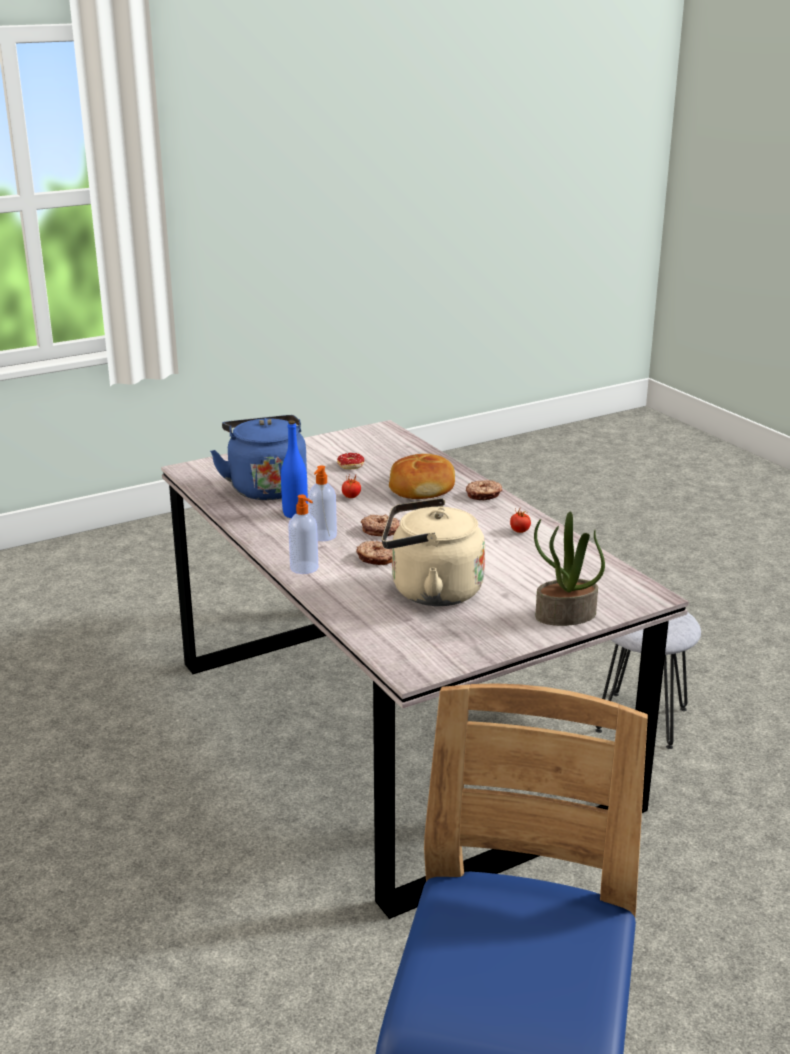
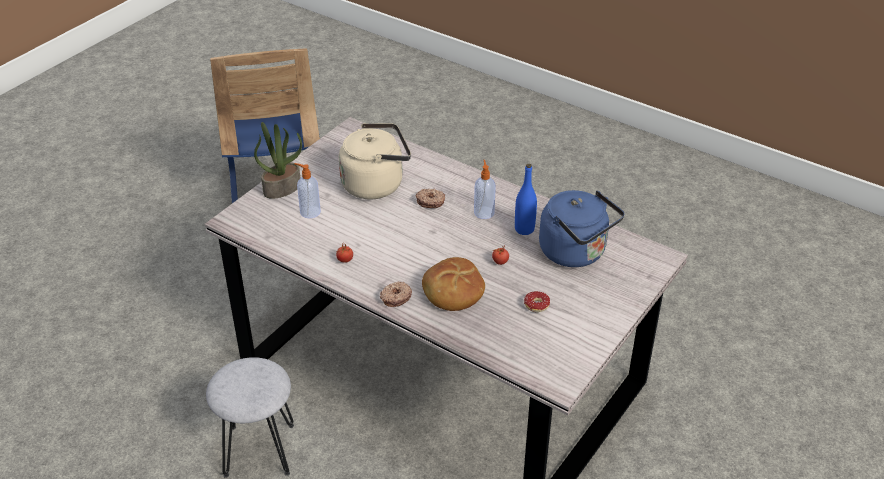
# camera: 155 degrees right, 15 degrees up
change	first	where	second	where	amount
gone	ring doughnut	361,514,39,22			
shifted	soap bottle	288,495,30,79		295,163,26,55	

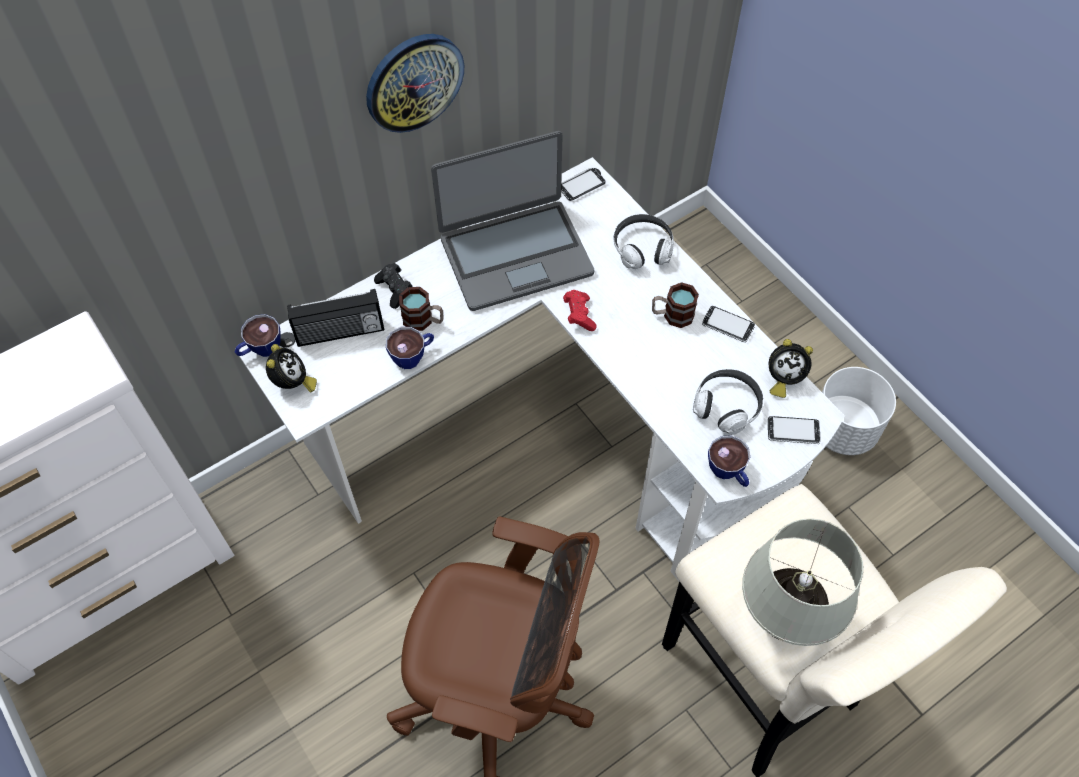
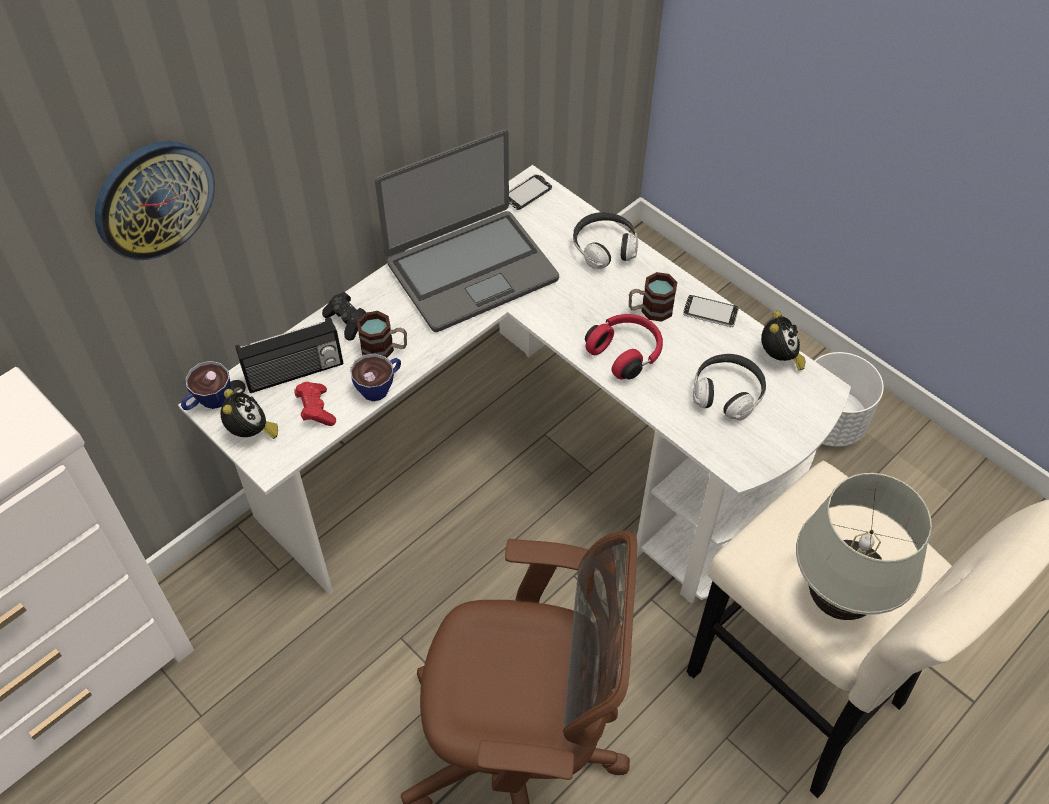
# camera: 10 degrees left, 5 degrees down
change	first	where	second	where	amount
gone	cup	708,435,42,52			
gone	handset	768,416,53,28			
new			red pair of headphones	585,314,78,65	
shifted	wall clock	366,34,98,99		95,141,120,119	
shifted	red joypad	563,290,34,41		294,382,42,44	
rotated	alarm clock	769,339,44,59		761,311,44,60	75 degrees counterclockwise

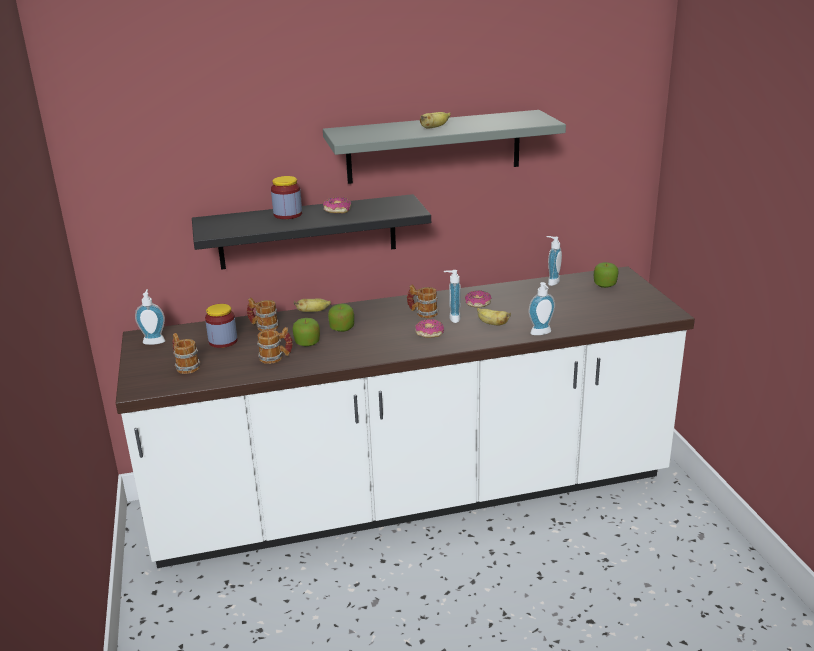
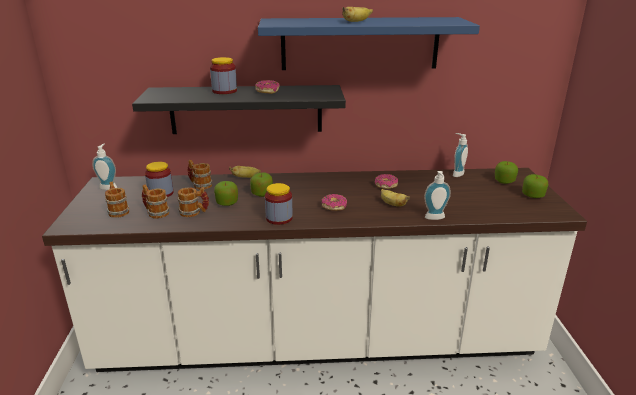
# camera: 10 degrees right, 0 degrees up
change	first	where	second	where	amount
gone	soap bottle	444,270,17,53			
new			jar	265,183,28,42	
new			apple fruit	522,174,26,24	
shifted	mug	407,285,31,33		142,185,28,34	
repainted	gray bracket shelf	323,110,243,74	blue-coloured bracket shelf	258,17,222,53	

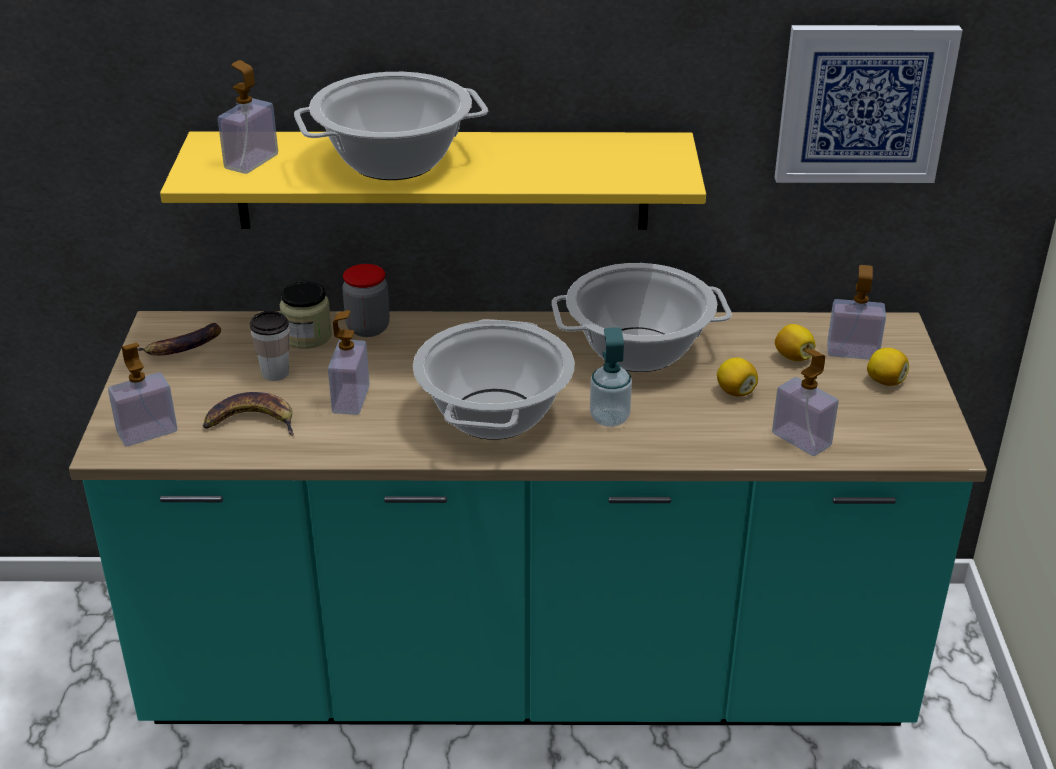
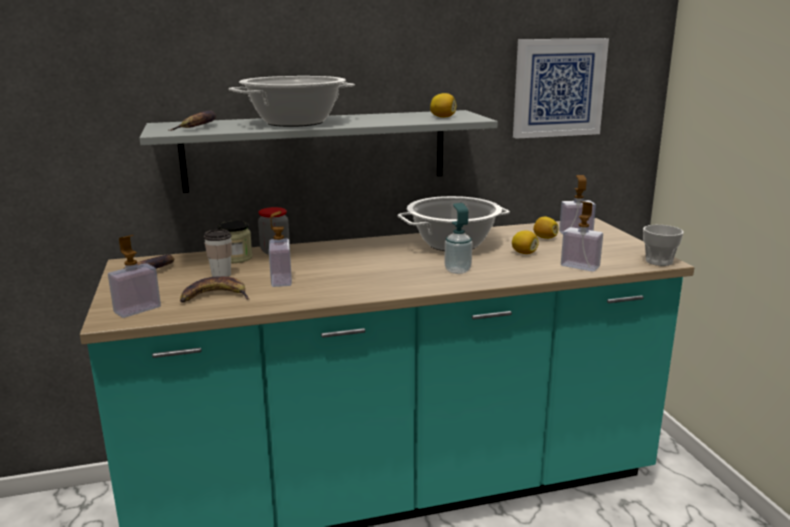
# camera: 15 degrees left, 15 degrees down
change	first	where	second	where	amount
gone	saucepot	413,319,161,121			
new			cup	643,225,41,41	
shifted	lemon	867,348,42,38		430,93,26,25	
swapped	soap bottle	218,60,60,114	banana fruit	169,110,47,21	
repainted	yellowish bracket shelf	160,132,546,98	gray bracket shelf	140,110,358,83	

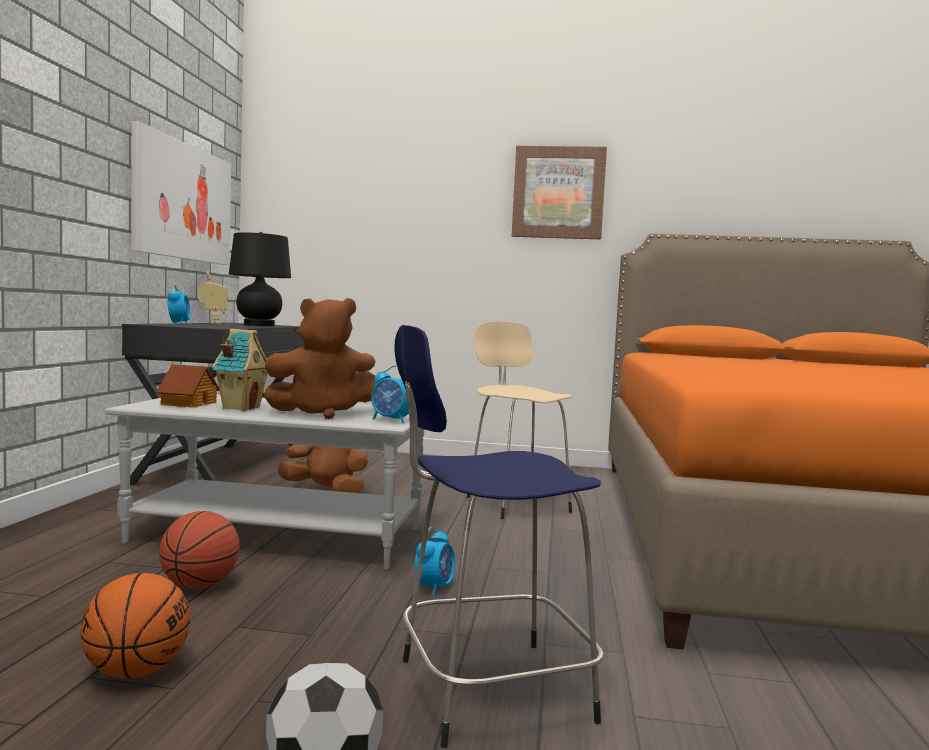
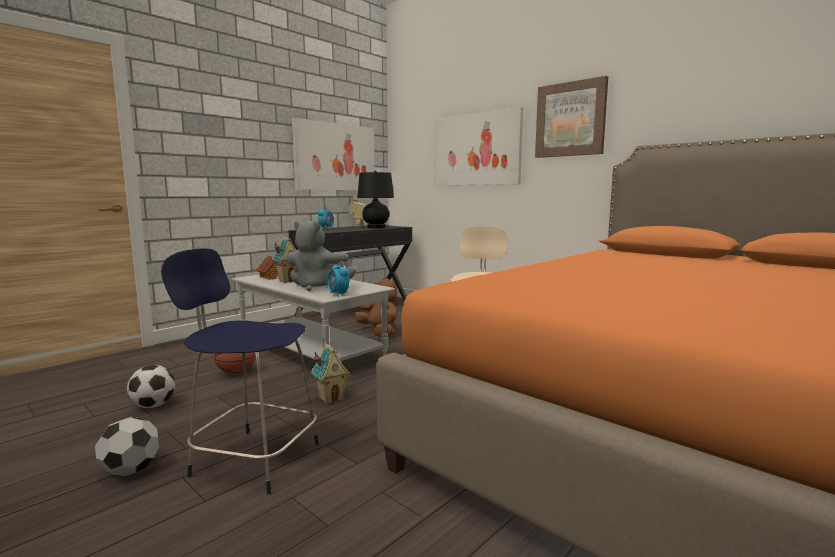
# camera: 35 degrees right, 5 degrees up
change	first	where	second	where	amount
new			wall art	435,107,88,79	
swapped	basketball ball	80,573,110,106	ball for football	127,365,48,43	
swapped	alarm clock	415,527,40,69	toy house	311,344,39,61	
repainted	brownish plush toy	264,298,112,121	gray plush toy	286,220,70,71	

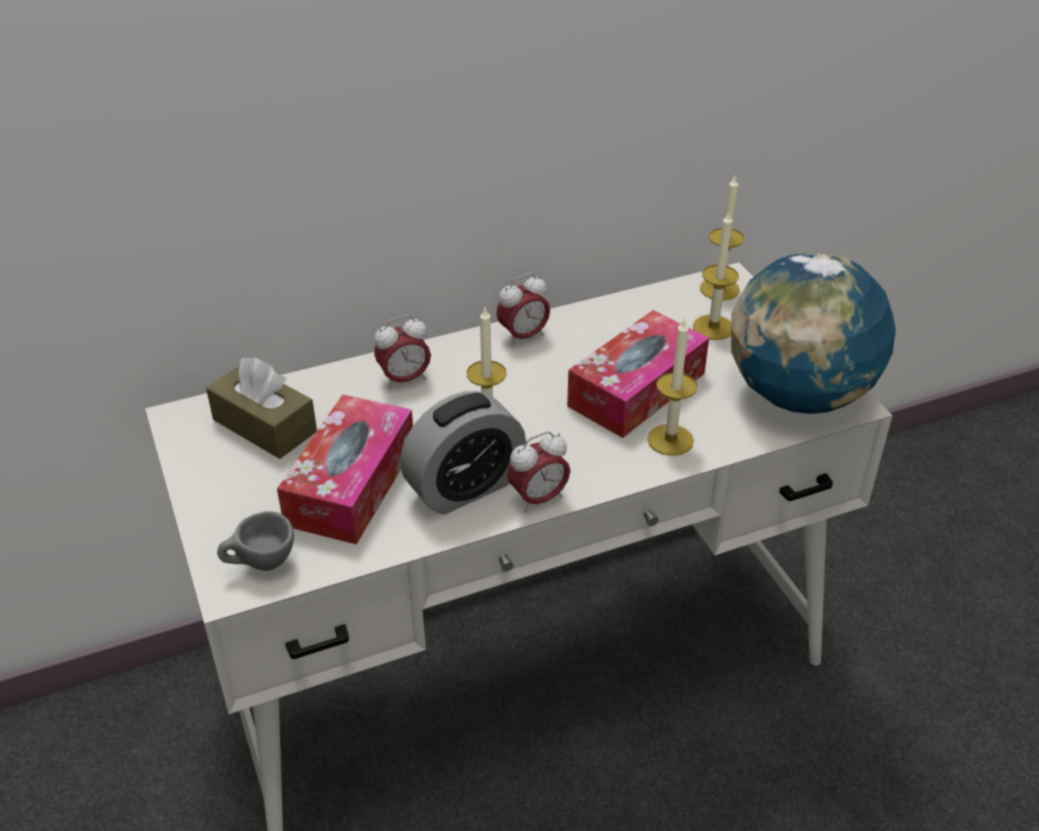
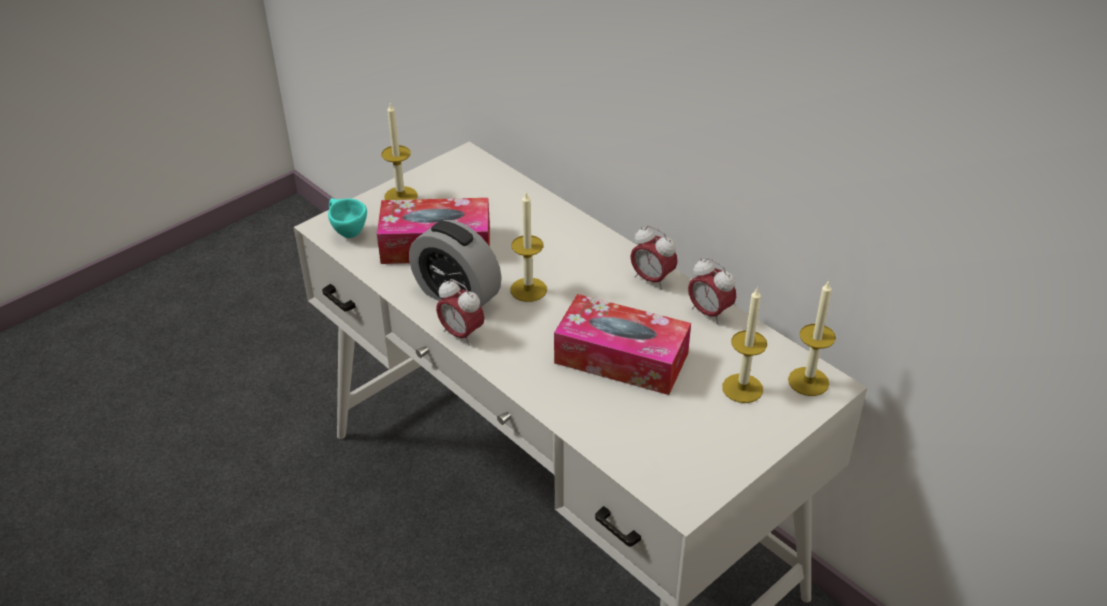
# camera: 70 degrees right, 0 degrees up
change	first	where	second	where	amount
gone	brownish tissue box	206,358,111,101			
gone	desk globe	731,252,165,162			
shifted	alarm clock	374,315,57,74		688,258,48,67	
shifted	wax candle	647,320,50,136		382,103,35,97	
repainted	gray cup	217,511,77,60	turquoise-coloured cup	328,198,39,40	

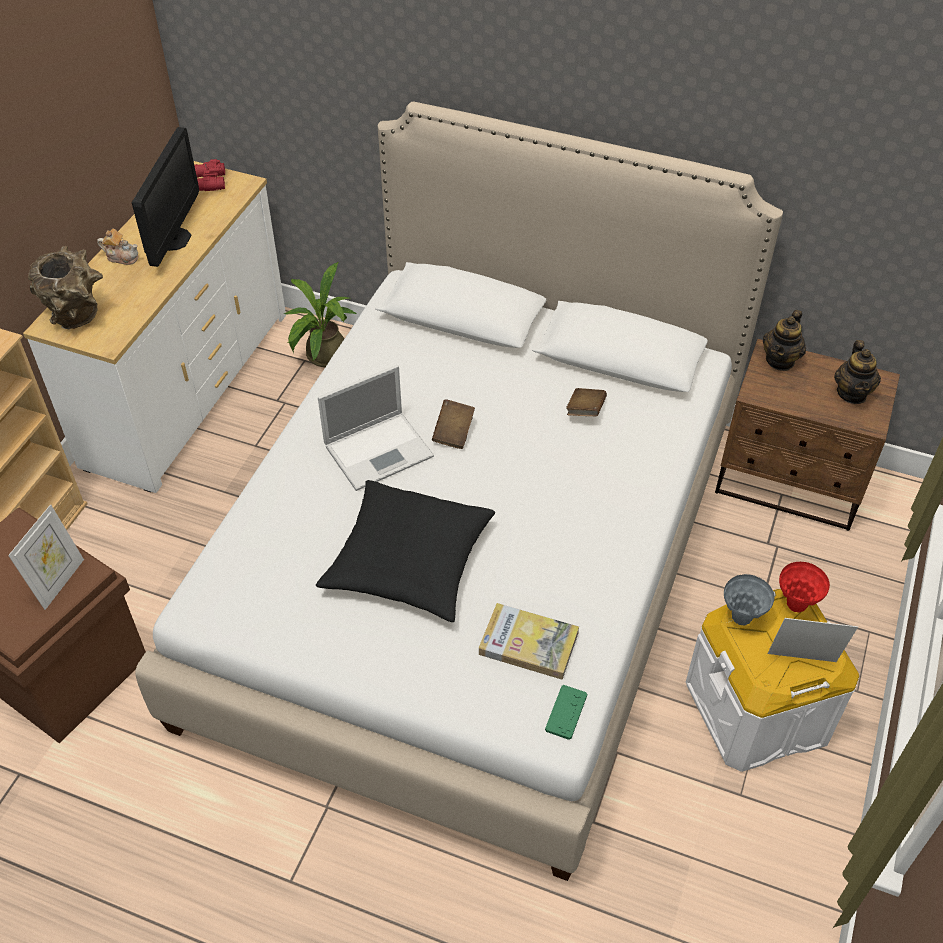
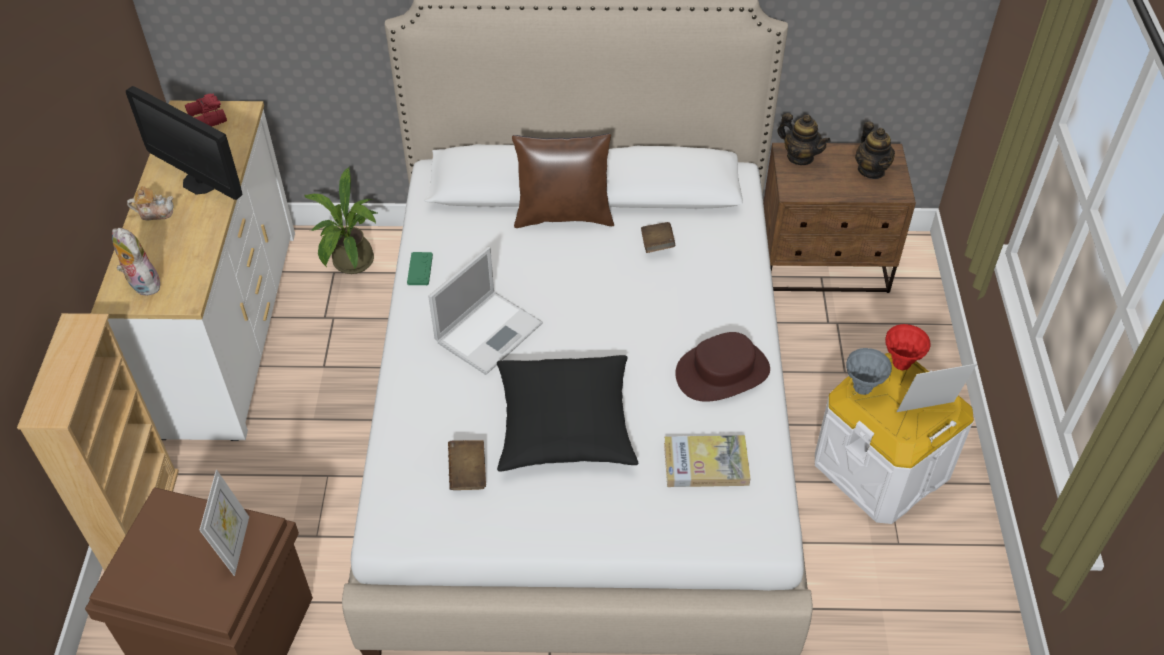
# camera: 20 degrees left, 0 degrees up
change	first	where	second	where	amount
new			brownish pillow	512,133,102,95	
new			brownish clothing hat	675,332,95,70	
shifted	brownish bound book	432,399,43,50		448,440,38,50	
shifted	green-coloured joypad	545,685,42,55		407,252,26,33	
swapped	brownish decorative vase	28,246,75,83	plush toy	112,228,48,68	
rotated	computer display	132,127,67,140		126,86,116,114	135 degrees clockwise
rotated	pot for tea	763,310,43,61		777,113,54,52	60 degrees counterclockwise

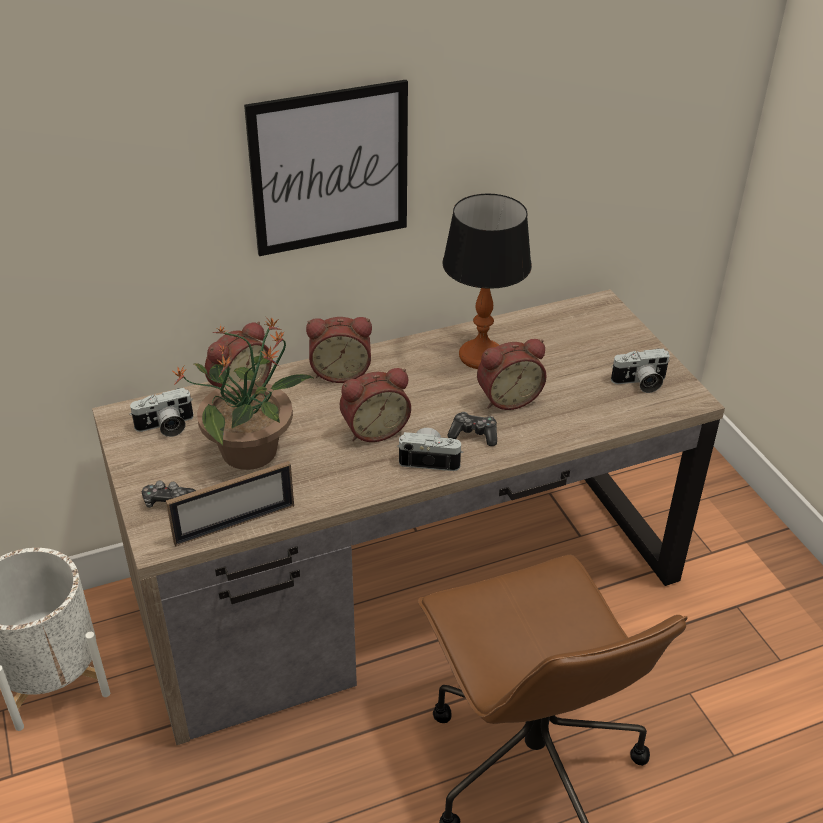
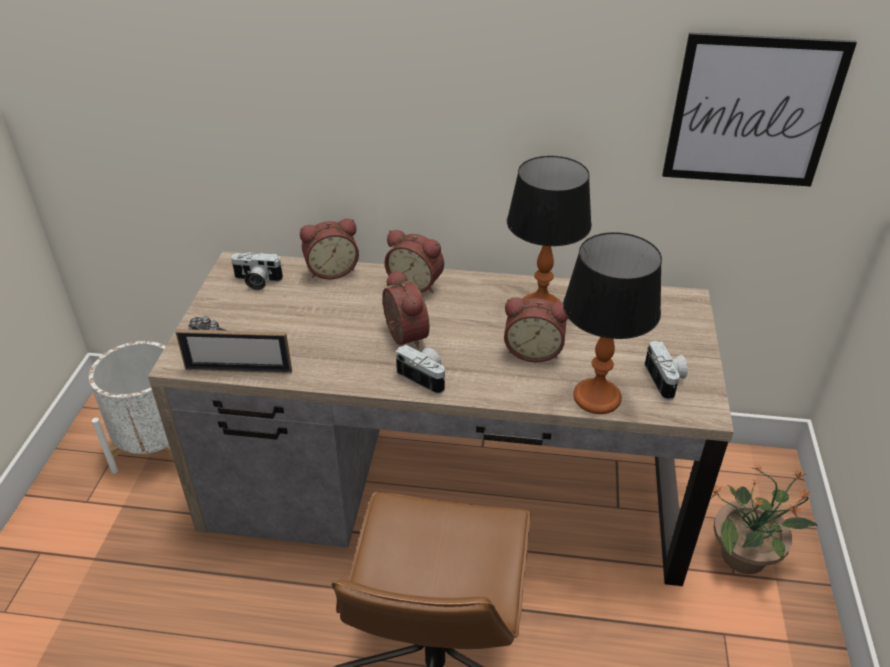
# camera: 30 degrees right, 0 degrees up
change	first	where	second	where	amount
gone	joypad	447,412,50,34			
new			tabletop lamp	563,232,99,182	
shifted	houseplant	171,318,142,152		711,465,108,109	
shifted	wall art	244,80,164,176		662,32,195,155	
rotated	alarm clock	340,368,71,74		382,269,47,80	120 degrees counterclockwise
rotated	still camera	611,348,59,45		645,340,43,60	120 degrees counterclockwise

